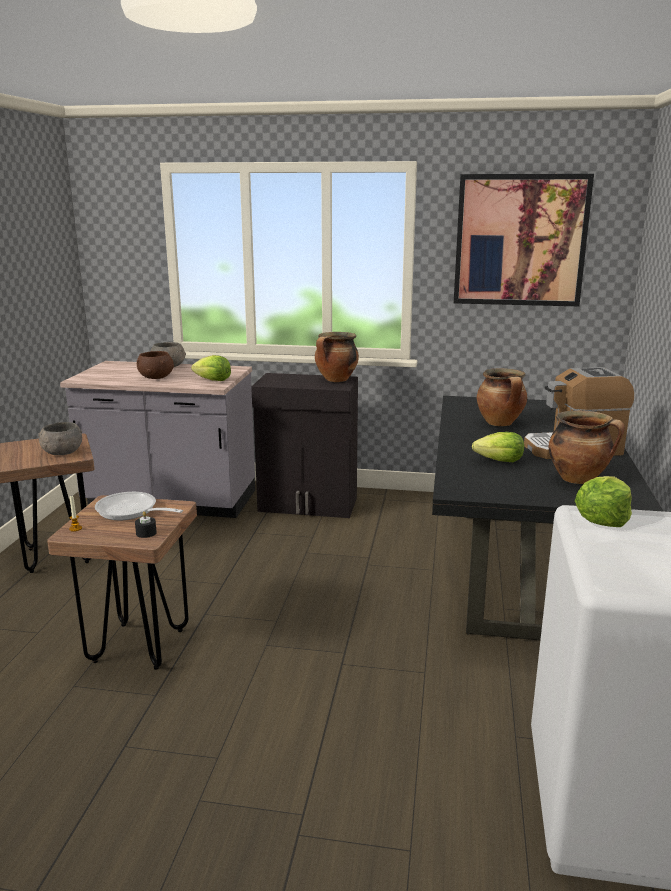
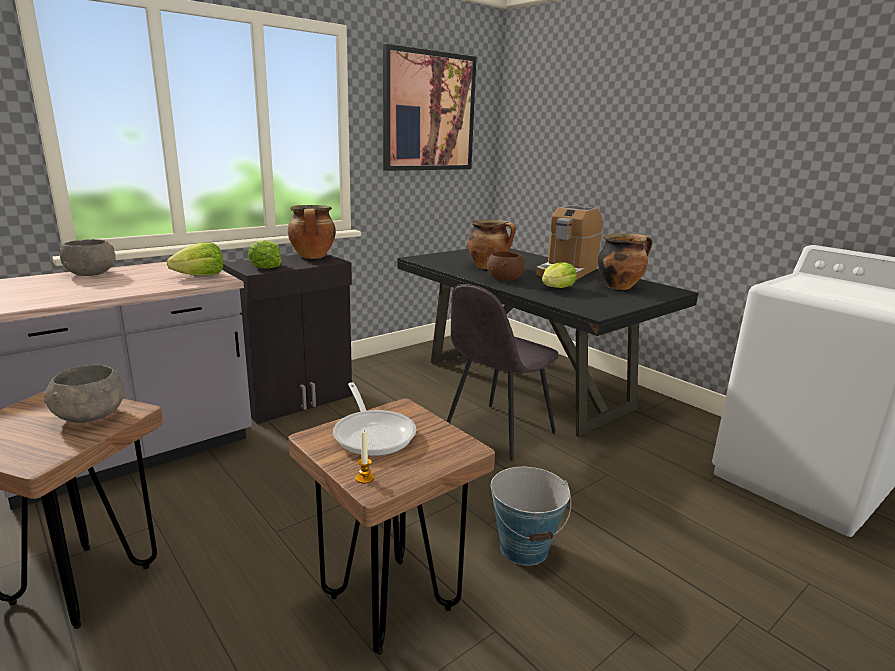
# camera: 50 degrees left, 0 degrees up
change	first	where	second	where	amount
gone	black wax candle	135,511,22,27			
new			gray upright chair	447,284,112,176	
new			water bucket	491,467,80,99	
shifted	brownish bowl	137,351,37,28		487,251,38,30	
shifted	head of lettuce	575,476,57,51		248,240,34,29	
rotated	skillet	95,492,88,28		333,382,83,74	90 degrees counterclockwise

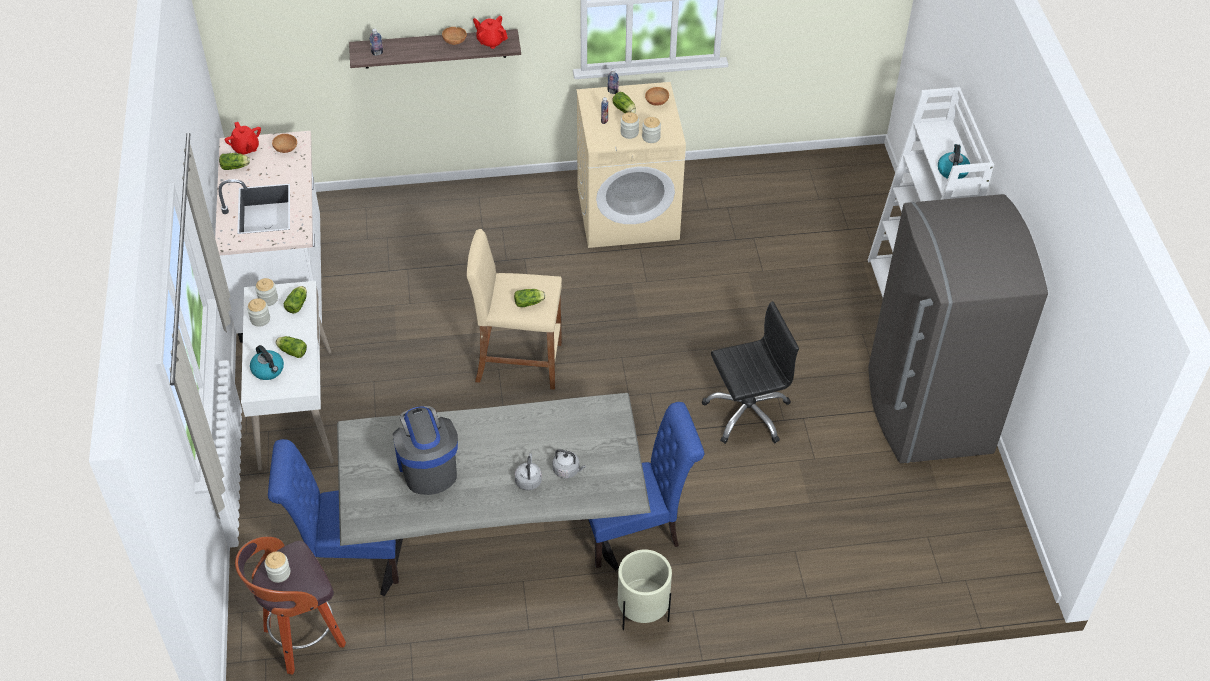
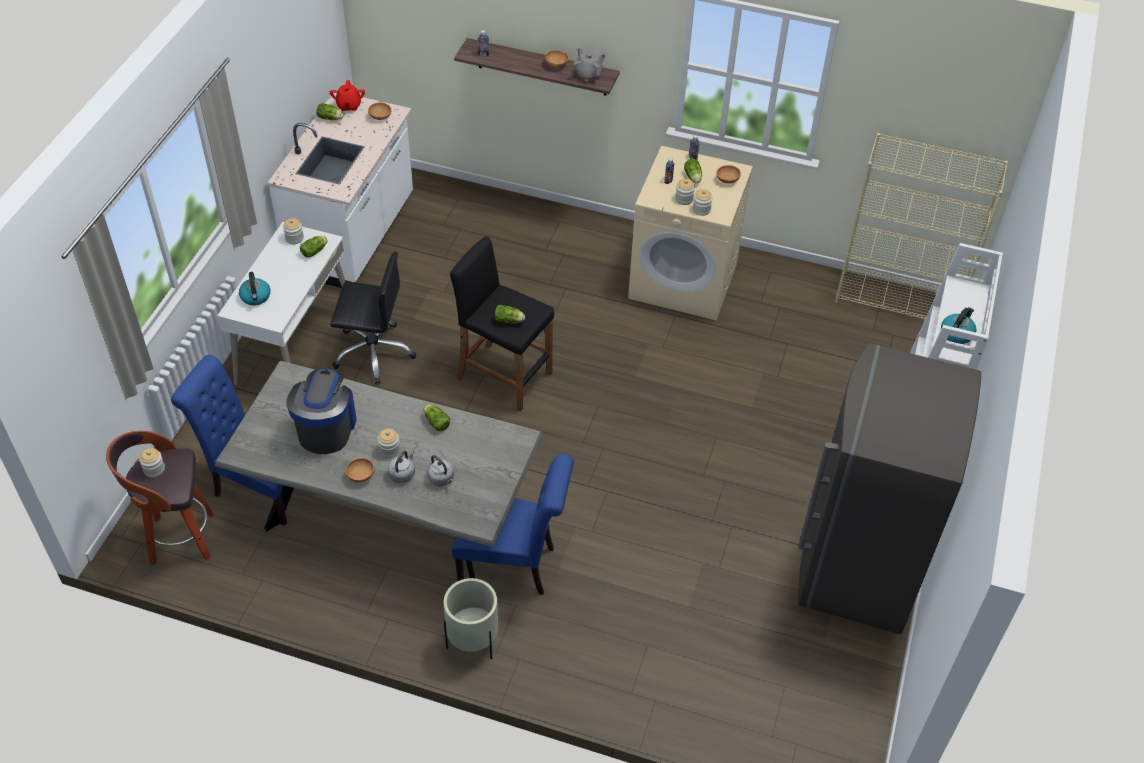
# camera: 25 degrees right, 0 degrees up
change	first	where	second	where	amount
new			brownish bowl	345,458,29,25	
new			sand-coloured shelving unit	835,133,173,186	
shifted	jar	247,298,23,29		377,428,23,30	
shifted	head of lettuce	276,336,31,22		424,404,26,28	
shifted	black computer chair	702,301,97,143		330,251,86,133	
repainted	sand-coloured stool seat	467,229,95,161	black stool seat	450,237,104,175	
repainted	red pot for tea	473,16,35,33	gray pot for tea	573,48,32,33	

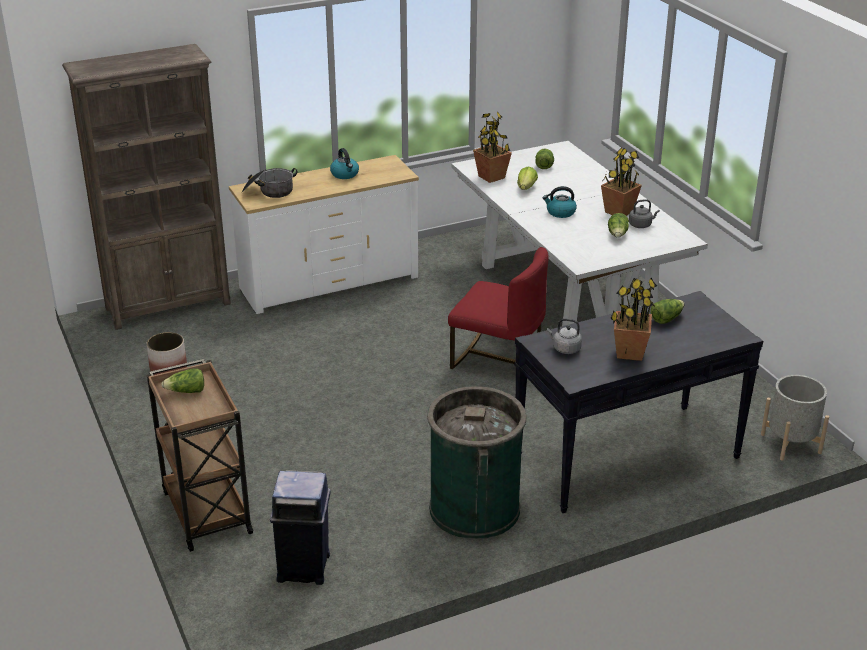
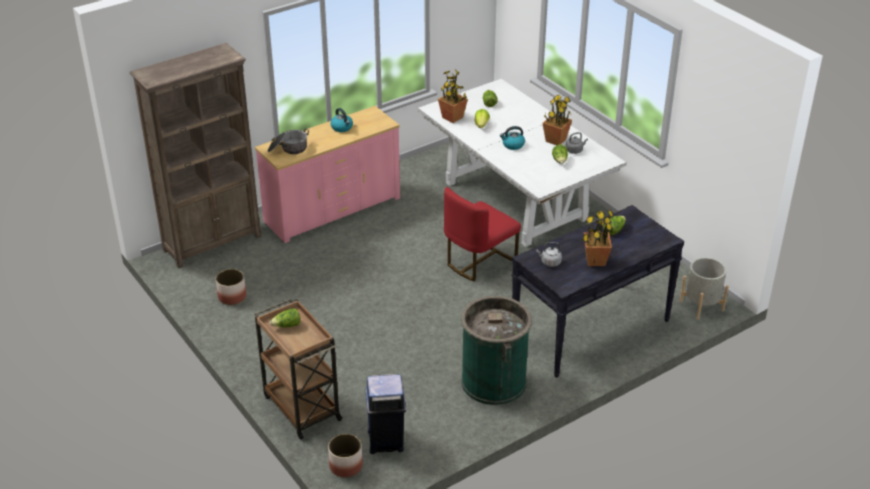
# camera: 10 degrees left, 5 degrees up
change	first	where	second	where	amount
new			planter	328,434,35,43	
repainted	whitish chest of drawers	229,155,190,159	pink chest of drawers	255,106,145,137	
rotated	red upright chair	448,247,100,122		444,187,77,95	120 degrees clockwise

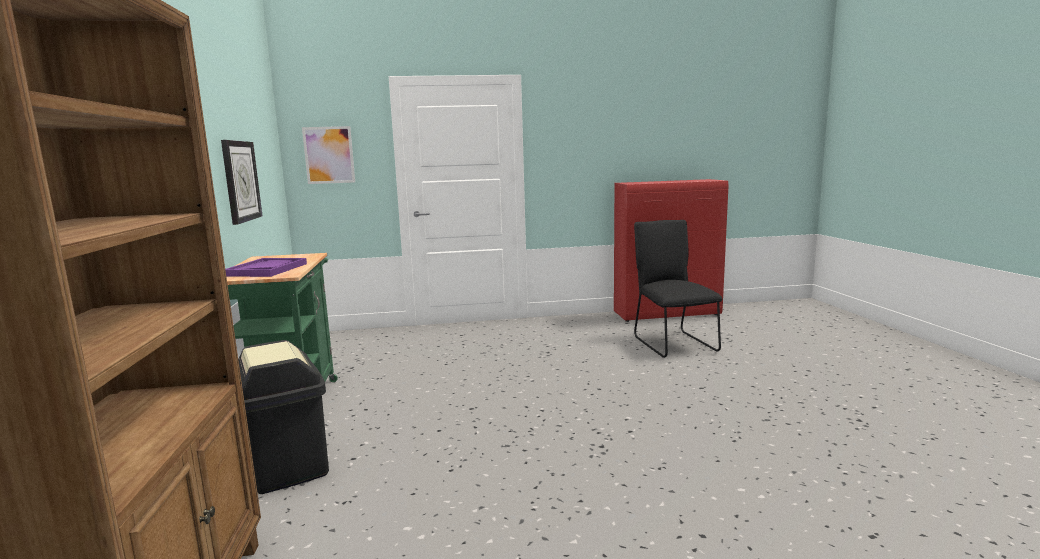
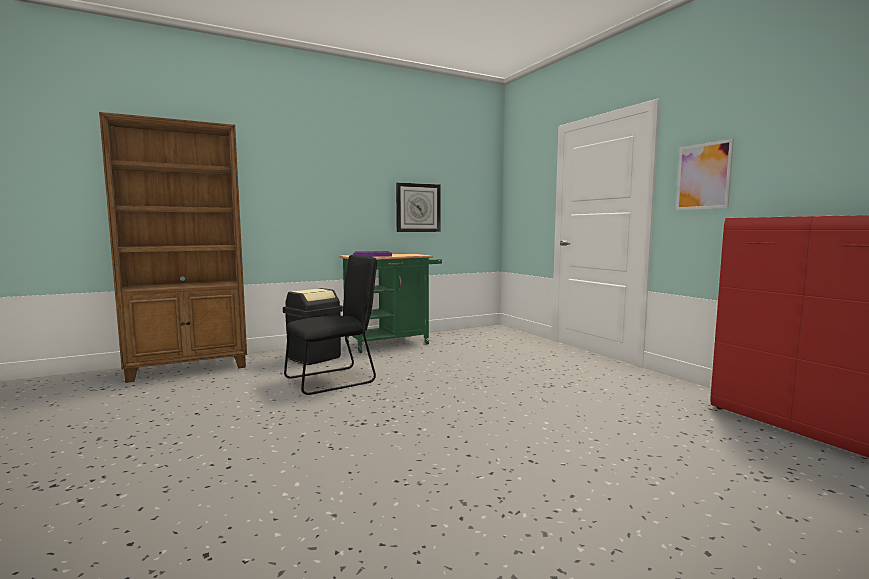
# camera: 70 degrees right, 5 degrees down
change	first	where	second	where	amount
shifted	wall art	302,126,53,58		676,139,58,71	
shifted	black upright chair	634,220,88,138		284,255,93,140	

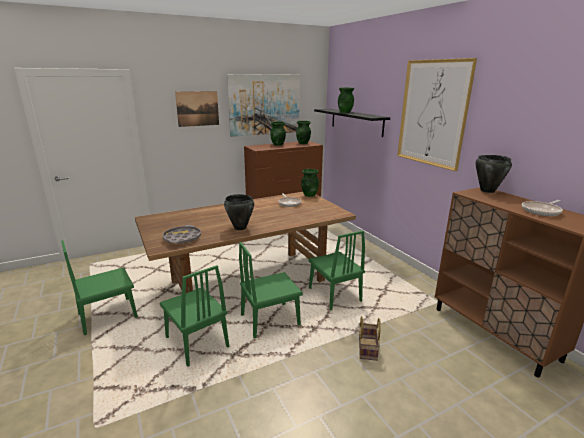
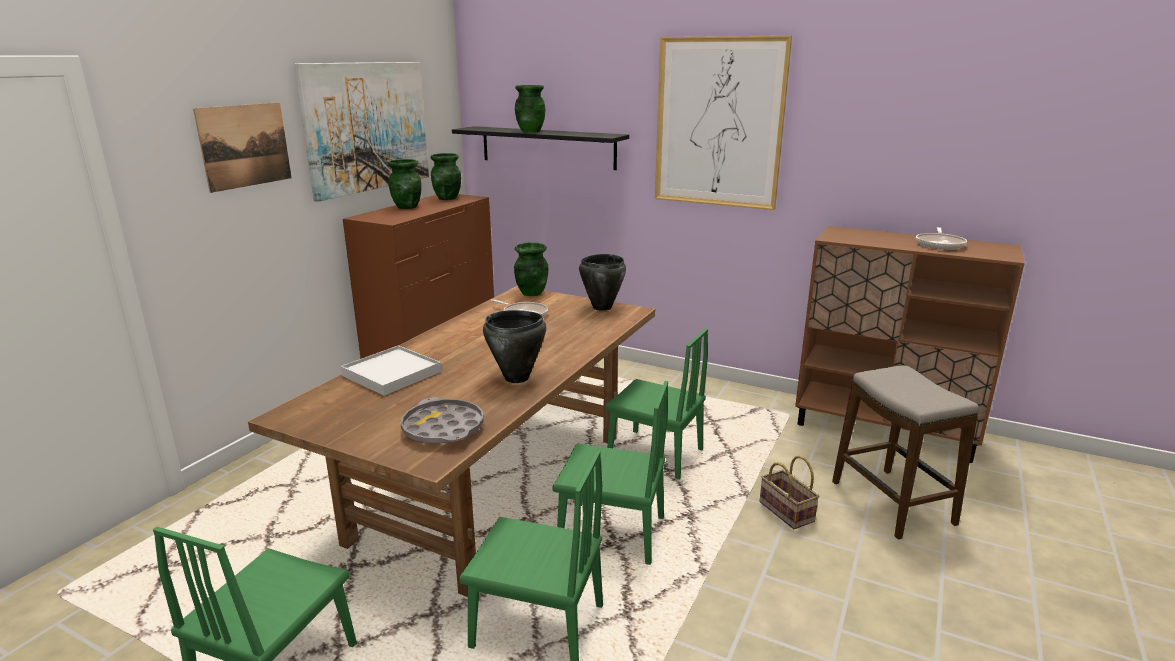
# camera: 35 degrees left, 0 degrees up
change	first	where	second	where	amount
new			whitish carrying tray	341,345,101,51	
new			stool seat	832,365,147,175	
shifted	black saucepot	476,155,36,38		579,254,47,57	
rotated	green-coloured upright chair	239,242,64,96		553,381,115,184	105 degrees counterclockwise

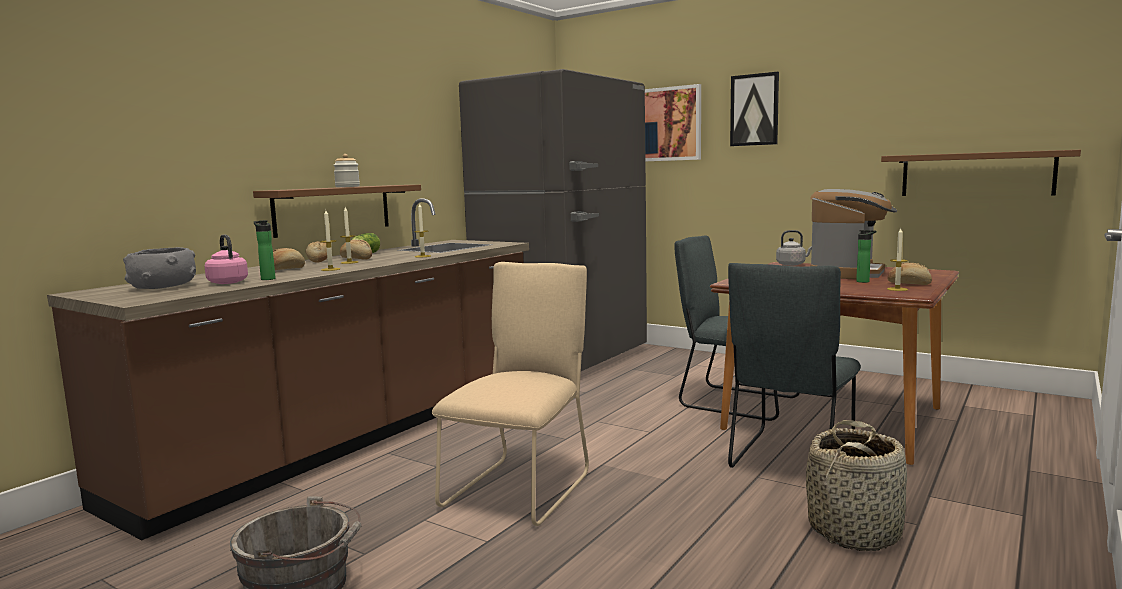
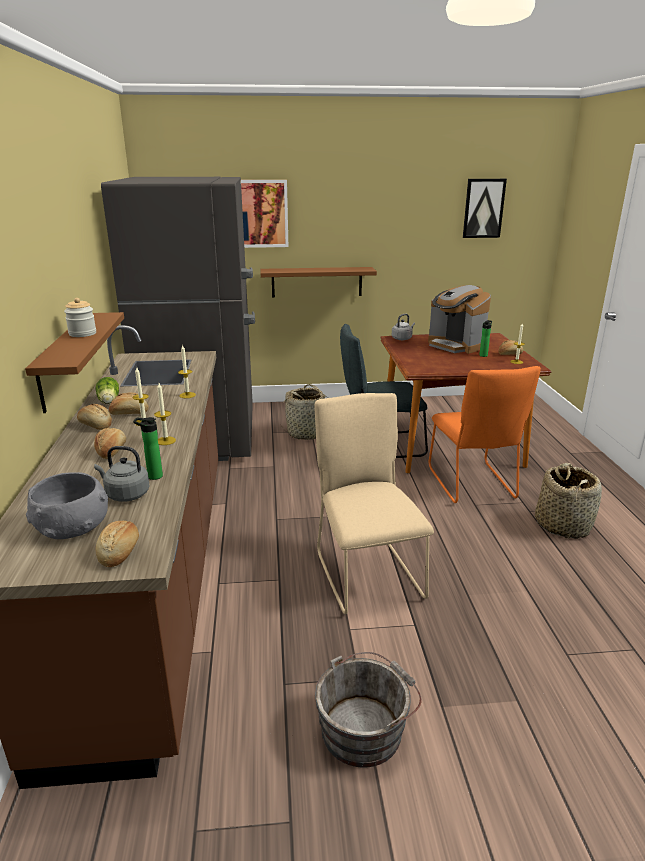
# camera: 40 degrees left, 15 degrees up
change	first	where	second	where	amount
new			baked bread	95,521,44,46	
new			storage basket	281,384,47,56	
shifted	wall art	730,72,49,74		463,179,44,59	
shifted	brownish bracket shelf	881,150,200,46		260,267,117,31	
repainted	pink tea kettle	205,235,43,49	gray tea kettle	94,446,55,56	
repainted	gray upright chair	728,263,133,205	orangey upright chair	429,366,112,137	
rotated	coffee machine	810,189,87,90		428,285,63,69	150 degrees clockwise

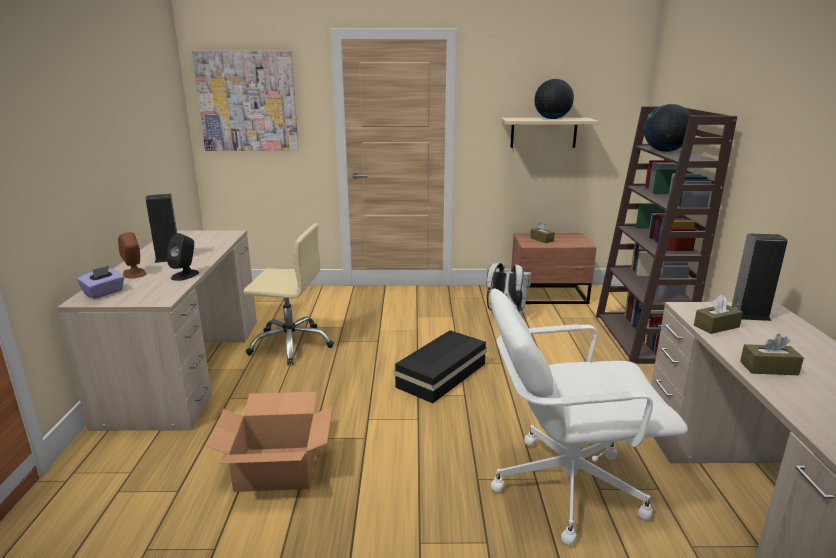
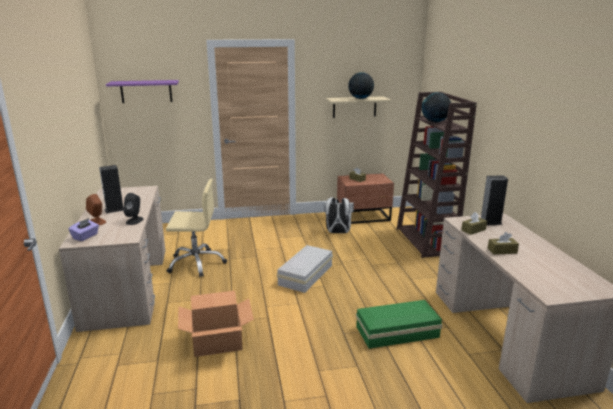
# camera: 10 degrees left, 0 degrees up
change	first	where	second	where	amount
swapped	wall art	192,51,107,100	purplish bracket shelf	106,80,73,23	
swapped	whitish computer chair	490,288,198,257	green-coloured storage container	356,300,86,49	
repainted	black storage container	394,330,93,73	whitish storage container	277,245,56,48	

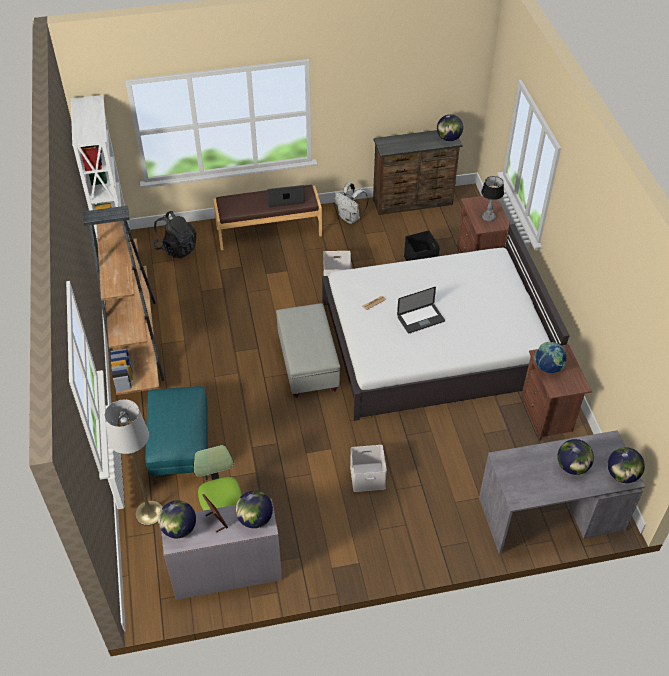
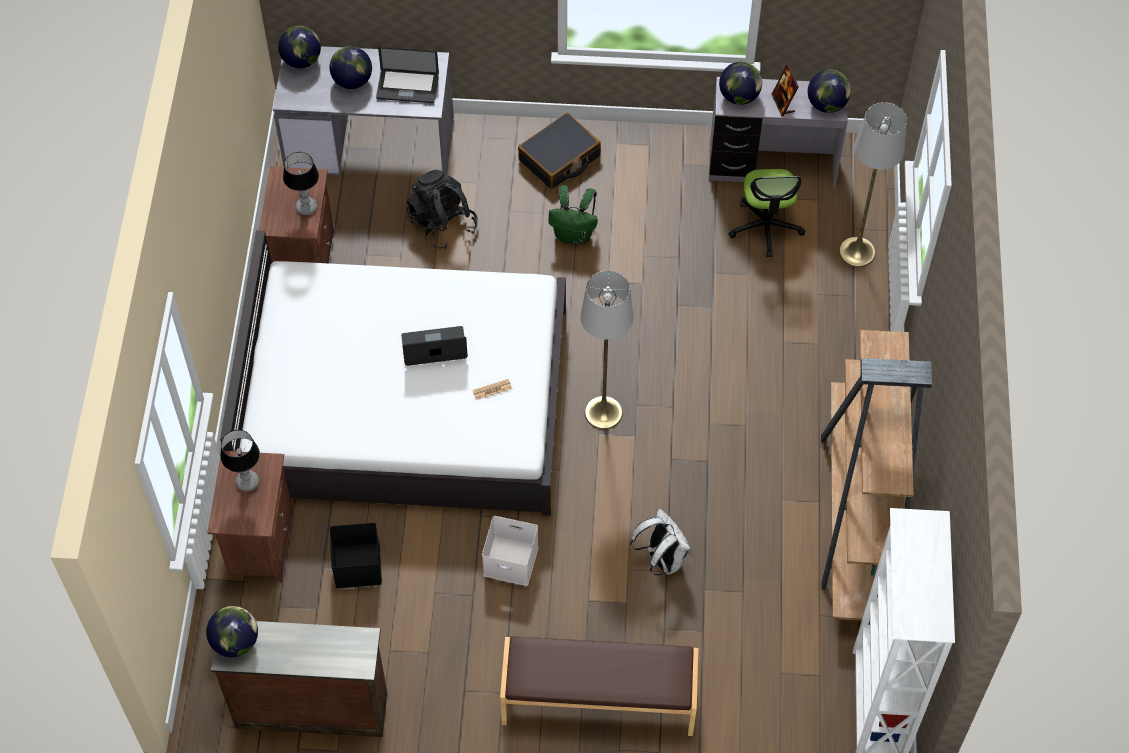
# camera: 165 degrees left, 10 degrees up
change	first	where	second	where	amount
gone	turquoise-coloured footrest	145,386,63,98			
new			black travel case	518,113,83,76	
shifted	black backpack	153,211,43,48		407,169,71,80	
shifted	laptop	266,185,39,22		376,47,63,56	
shifted	whitish backpack	334,182,34,42		630,509,62,66	
swapped	gray footrest	276,303,64,95	gray floor lamp	581,270,52,159	
swapped	whitish storage container	350,445,37,47	green-coloured backpack	548,185,50,59	
swapped	desk globe	534,342,32,31	tabletop lamp	283,152,36,63	

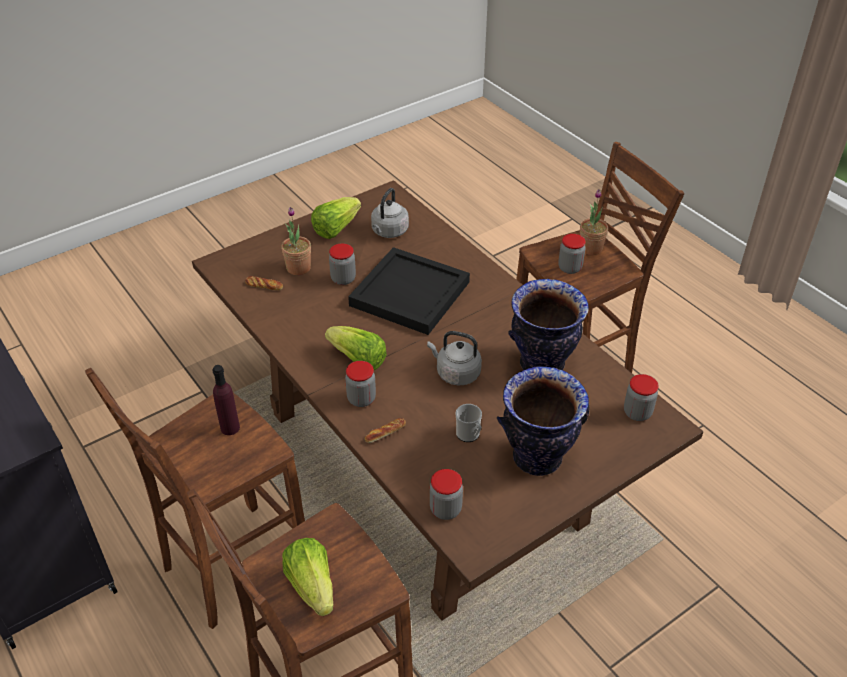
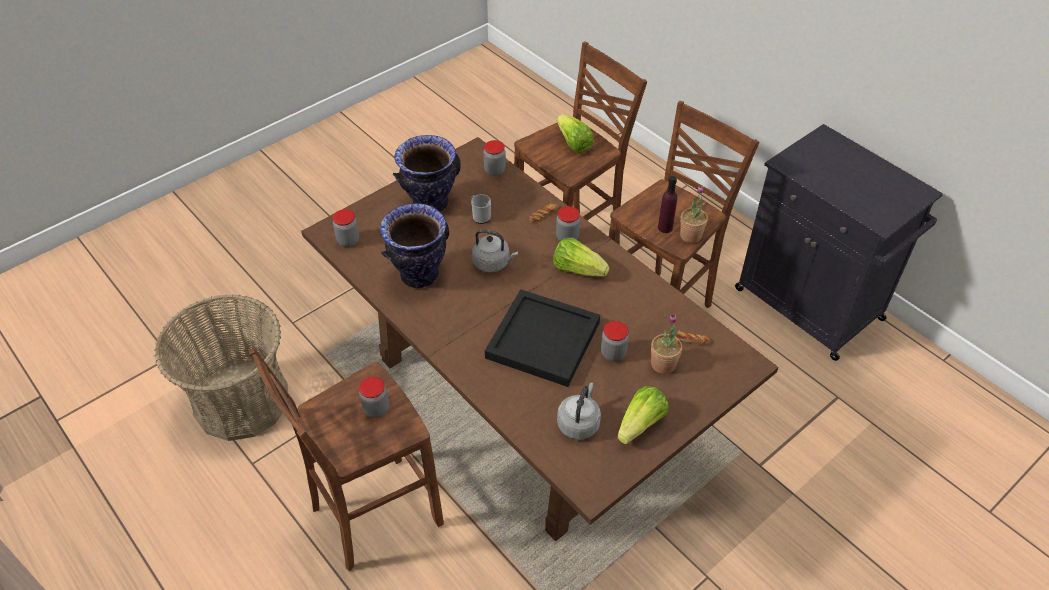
# camera: 175 degrees right, 5 degrees up
change	first	where	second	where	amount
new			storage basket	154,294,134,147	
shifted	houseplant	580,189,28,66		680,186,28,57	

